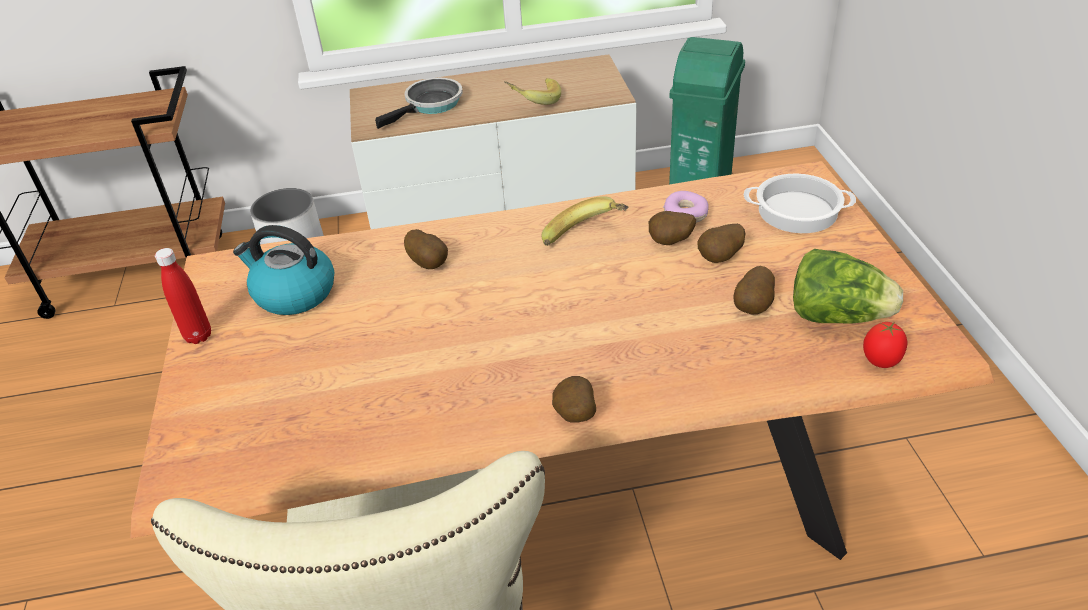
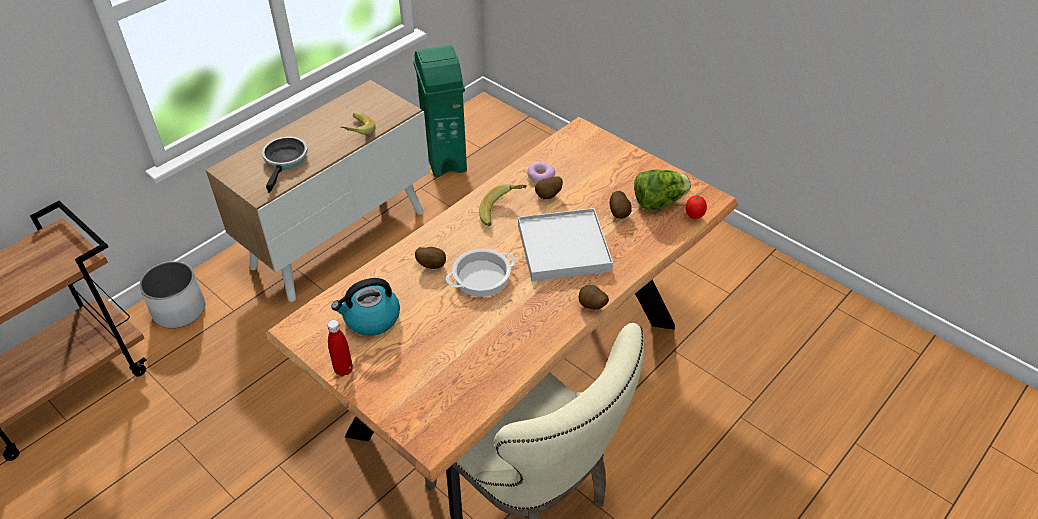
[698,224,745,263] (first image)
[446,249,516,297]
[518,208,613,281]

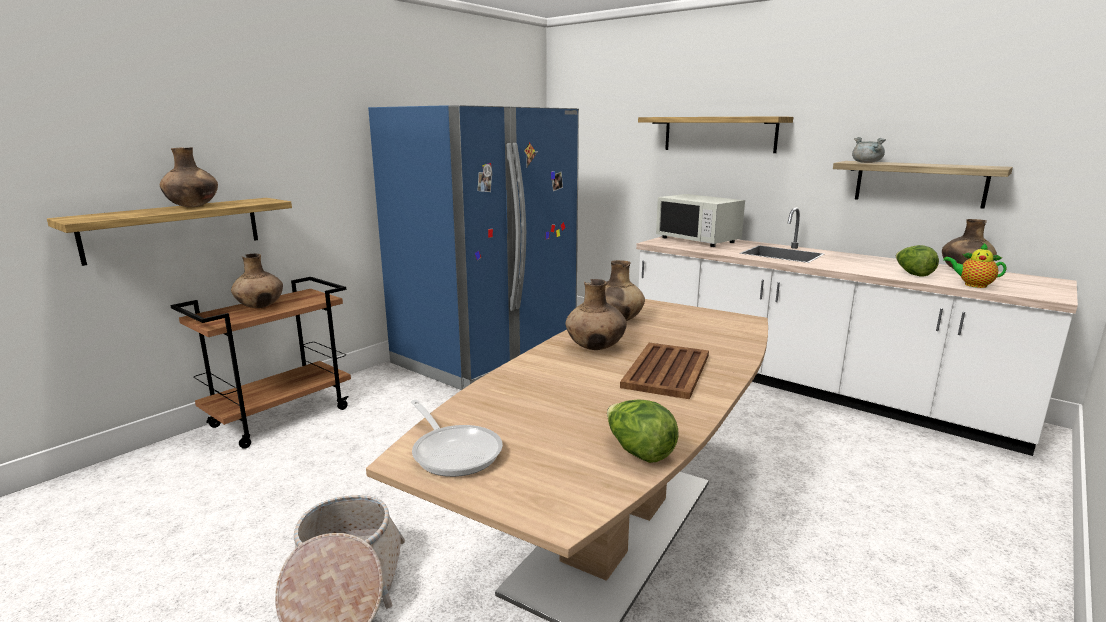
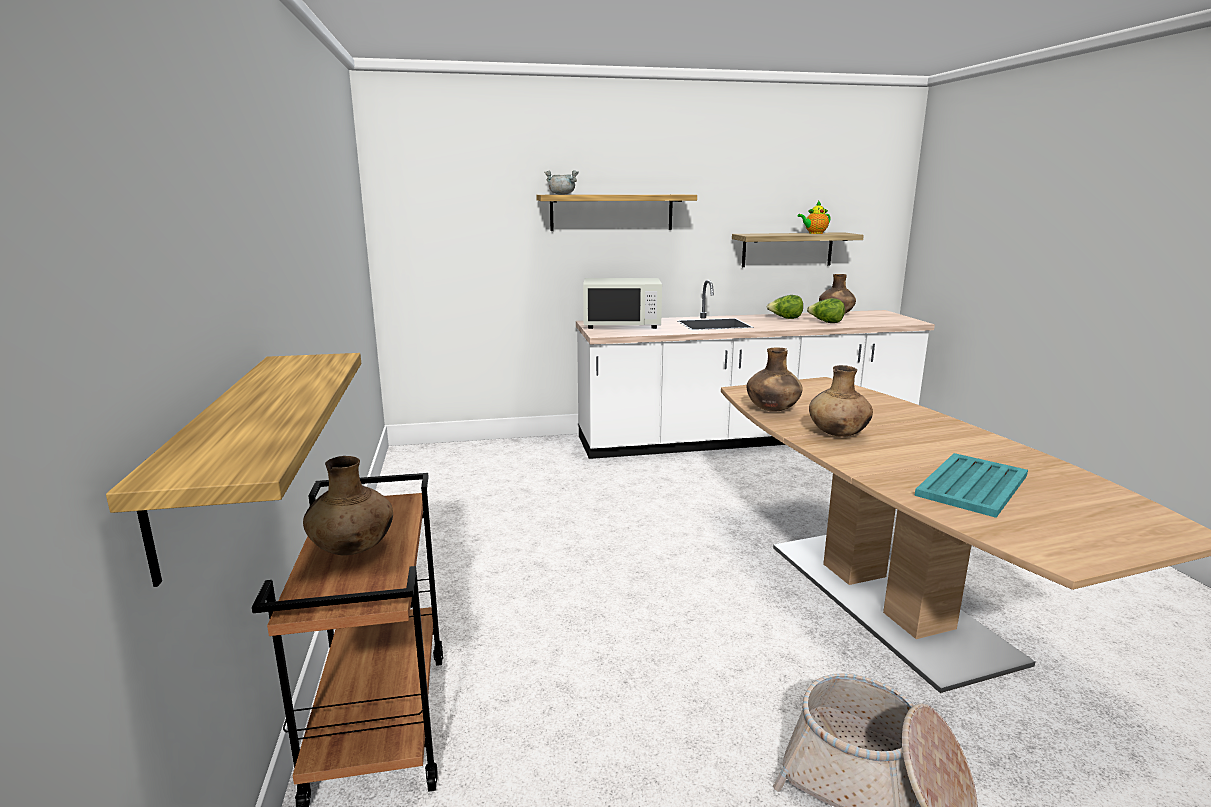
[160,147,218,207] (first image)
[368,105,579,390] (first image)
[411,400,503,477] (first image)
[767,295,803,319]
[620,343,709,399] (first image)
[544,170,579,195]
[797,201,831,234]
[914,453,1028,518]

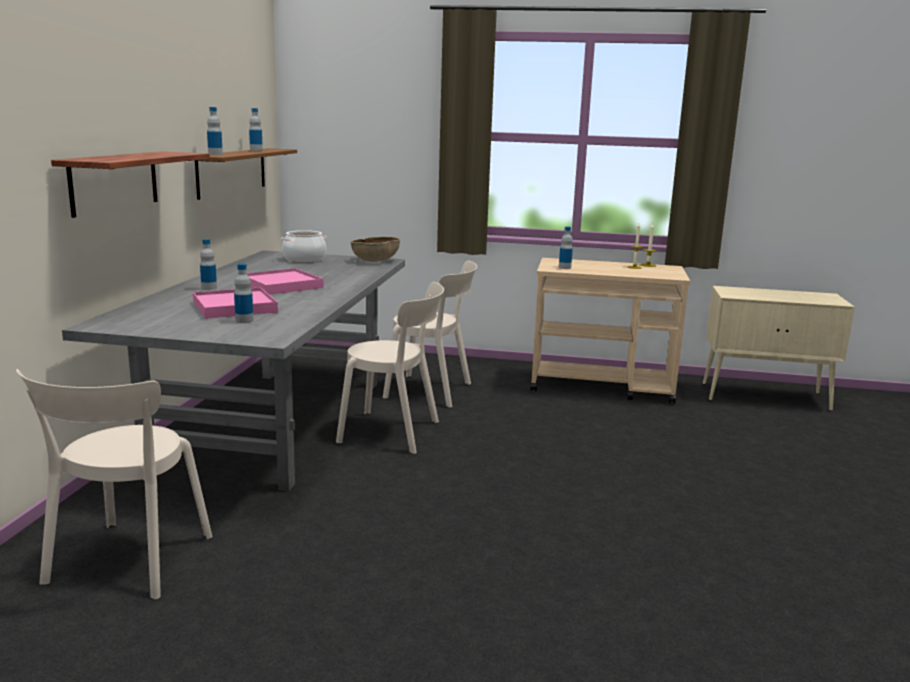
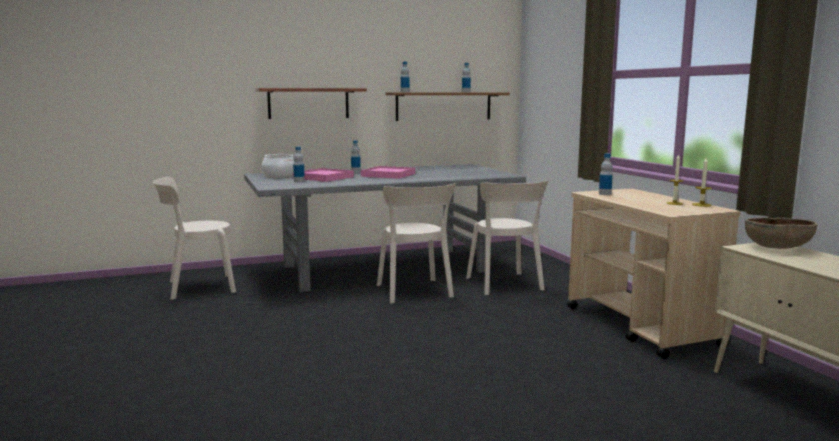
[262,154,294,178]
[745,218,817,249]

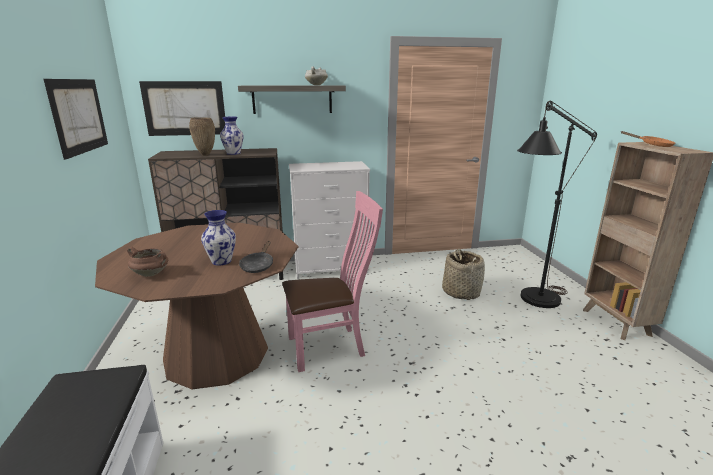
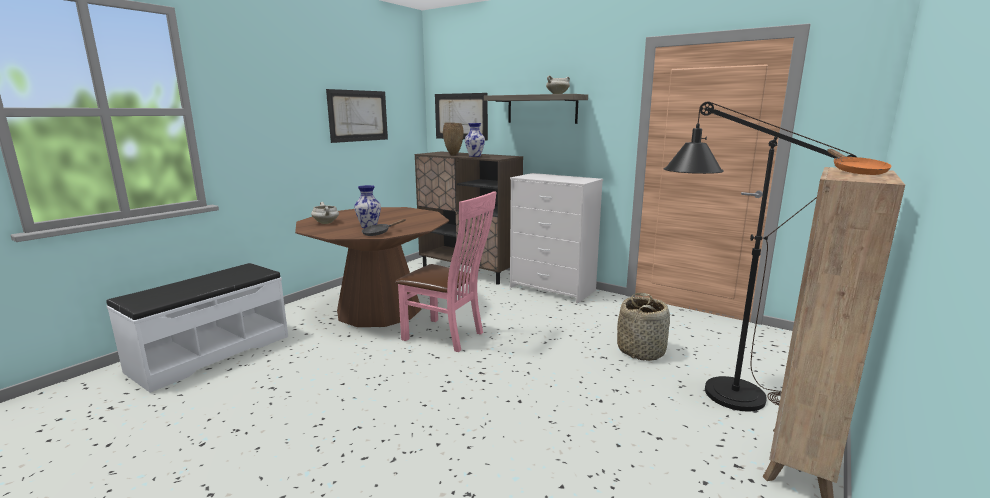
[311,202,339,224]

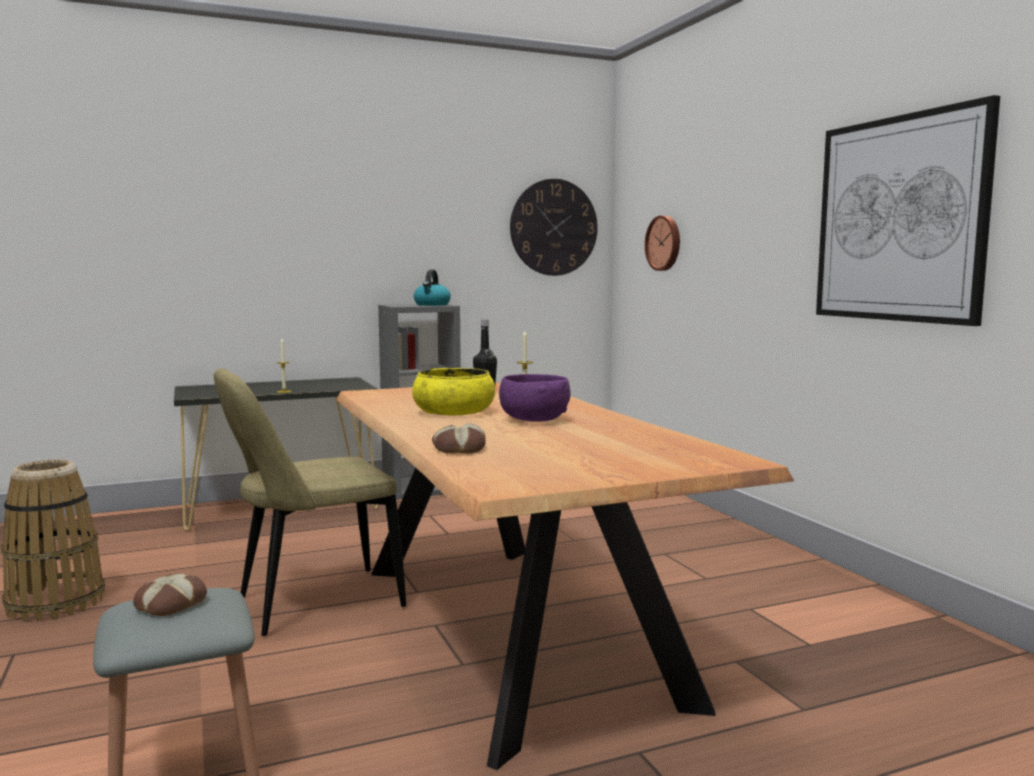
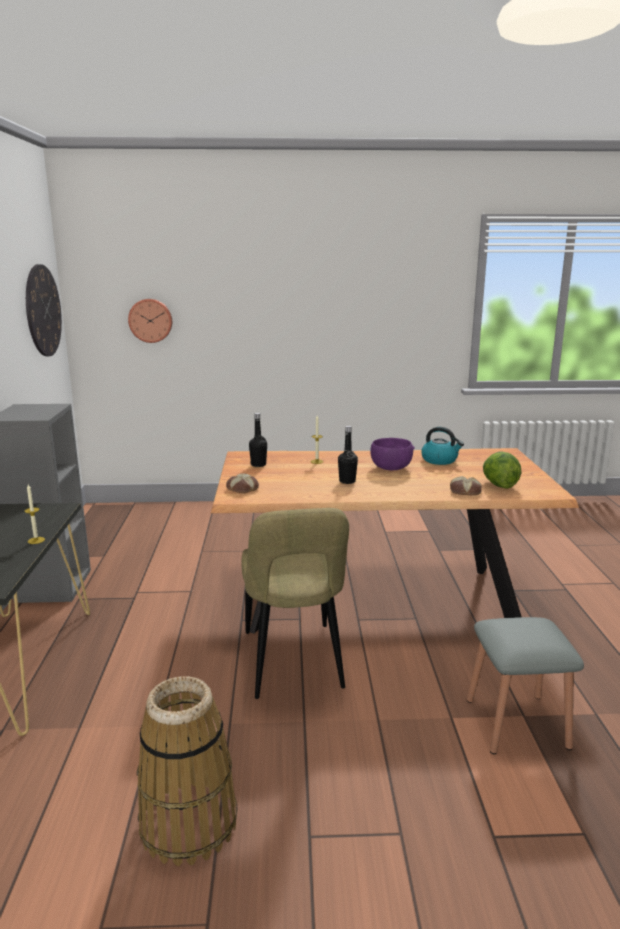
[226,474,259,493]
[338,426,358,484]
[421,427,464,465]
[816,95,1000,326] (first image)
[483,451,521,489]

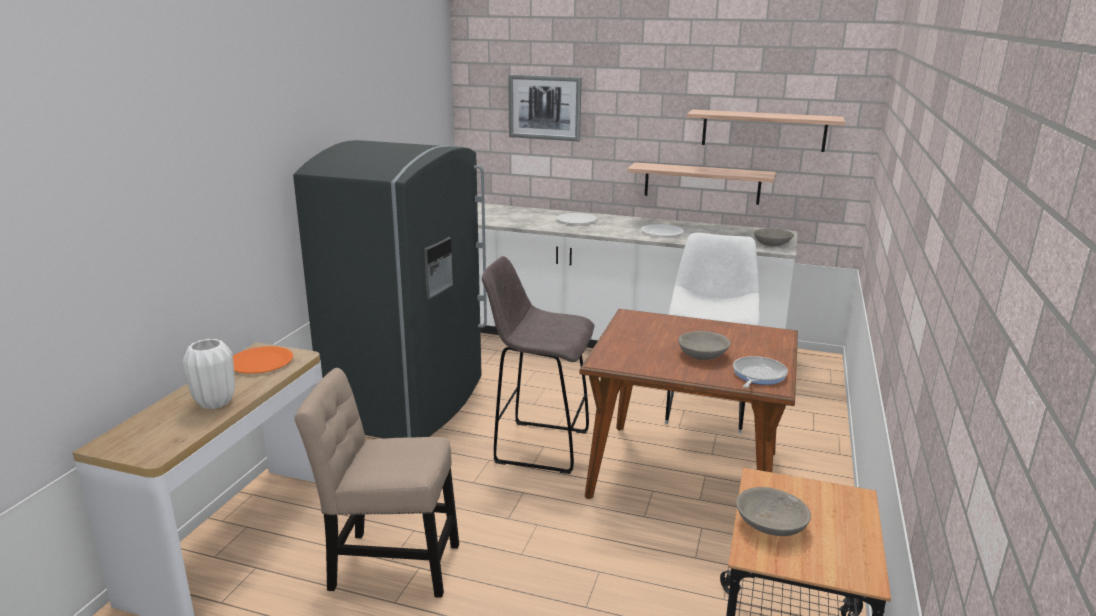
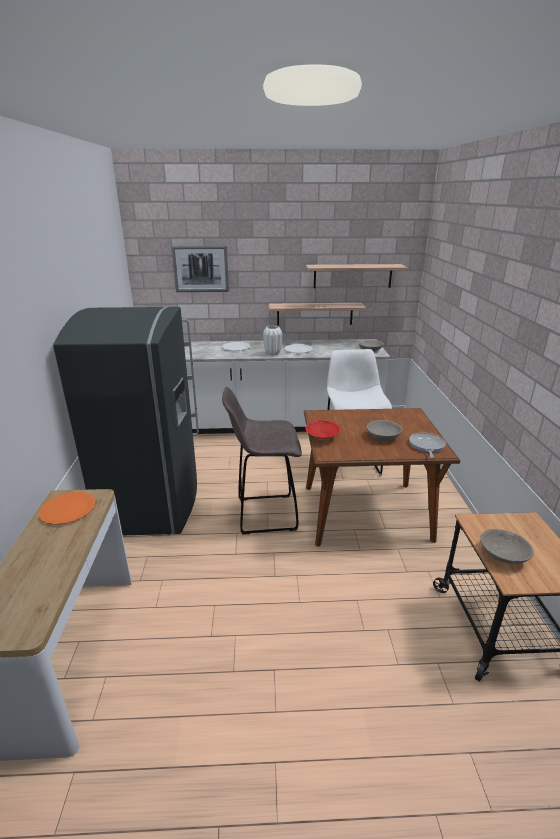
[263,326,282,356]
[294,368,459,598] (first image)
[305,420,341,439]

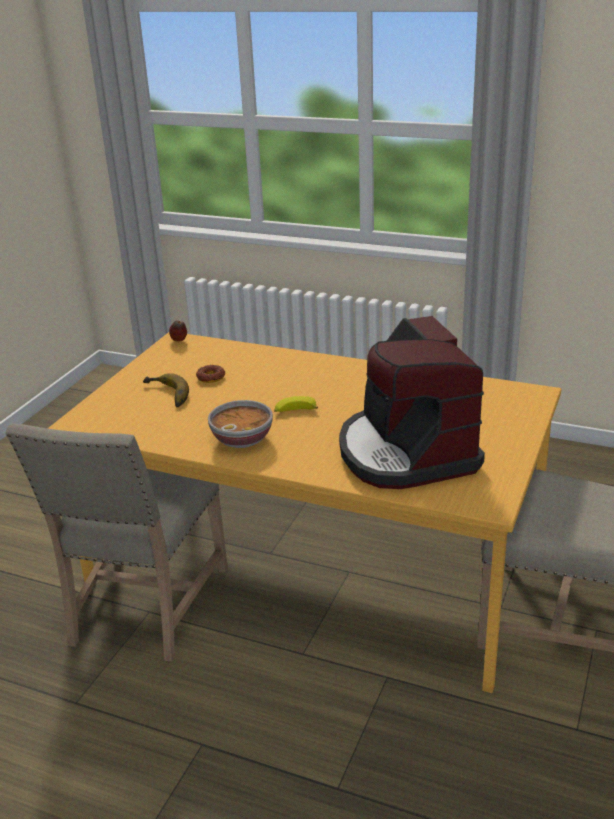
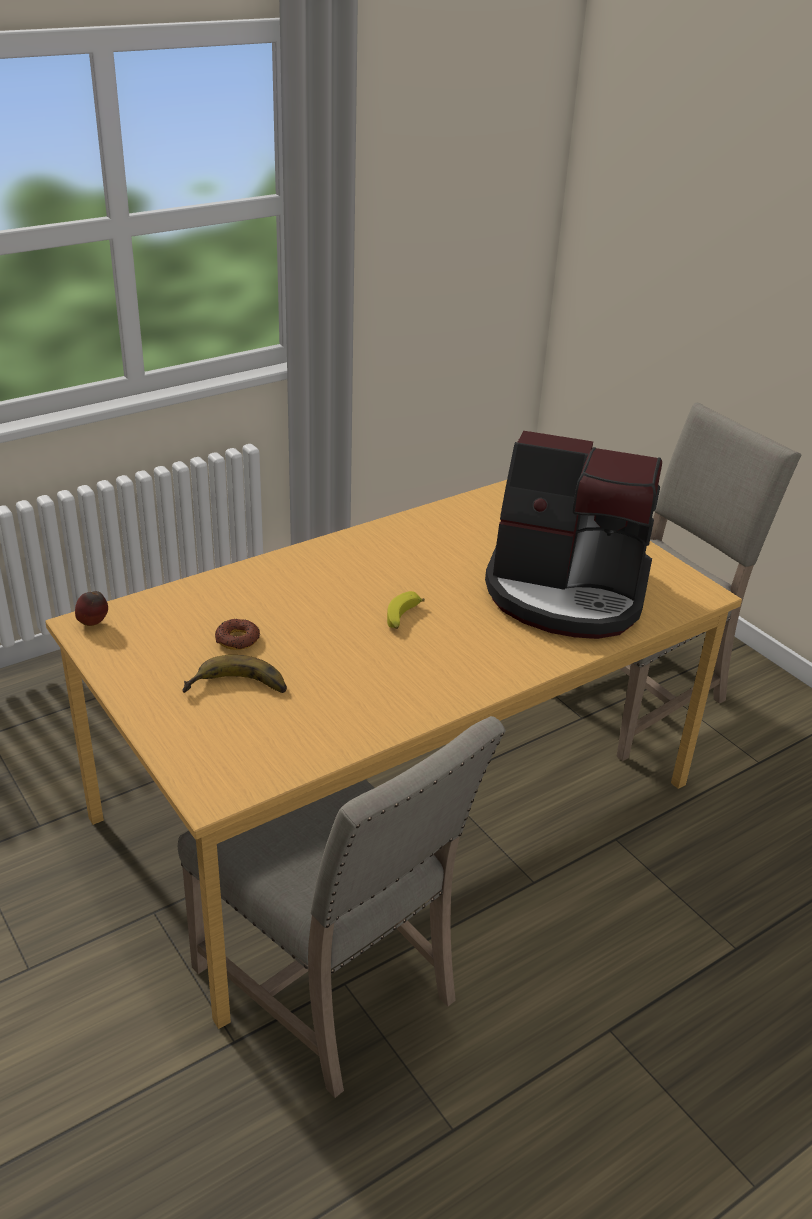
[208,400,273,448] (first image)

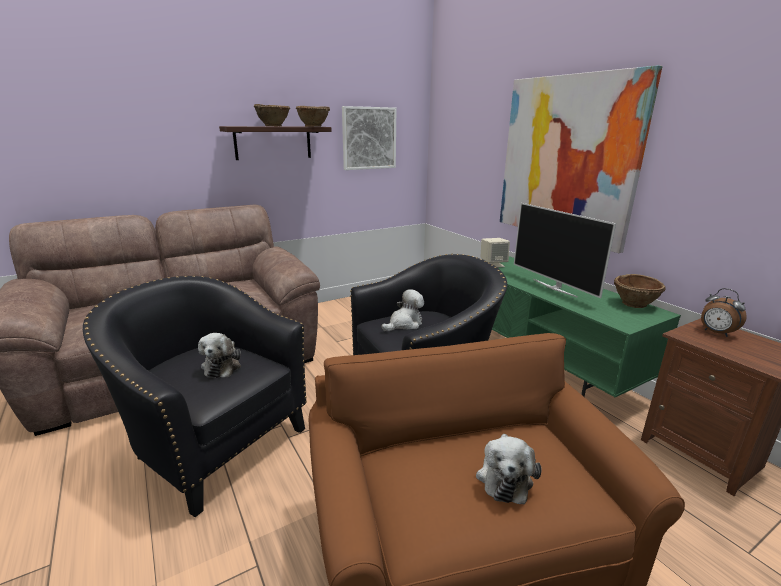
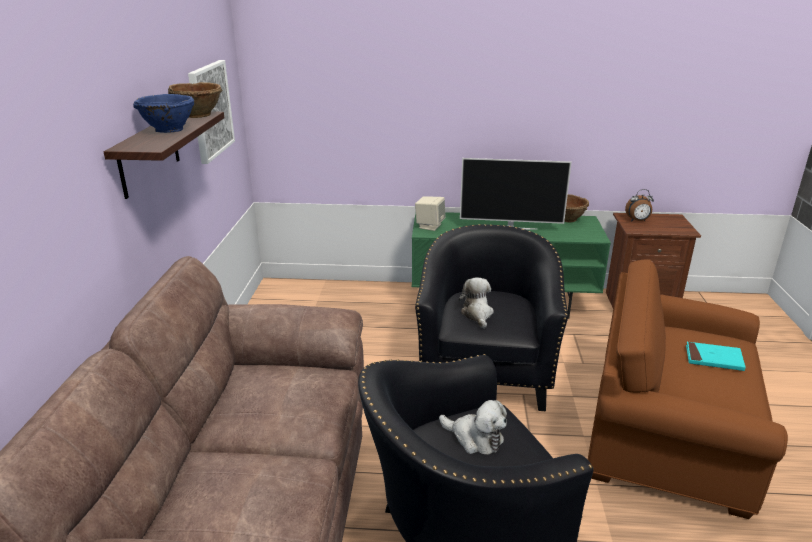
[133,94,194,133]
[686,342,746,371]
[500,65,662,253] (first image)

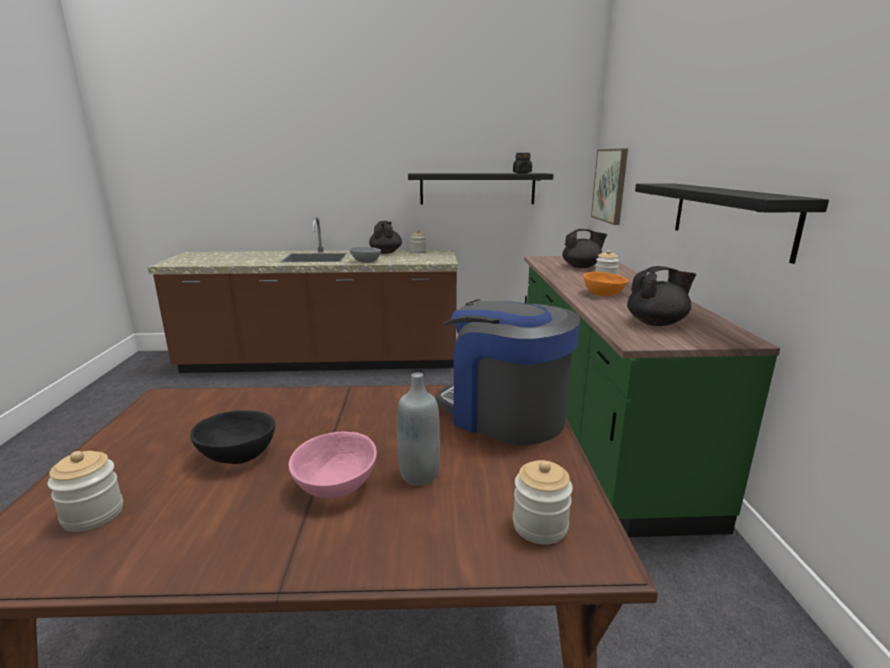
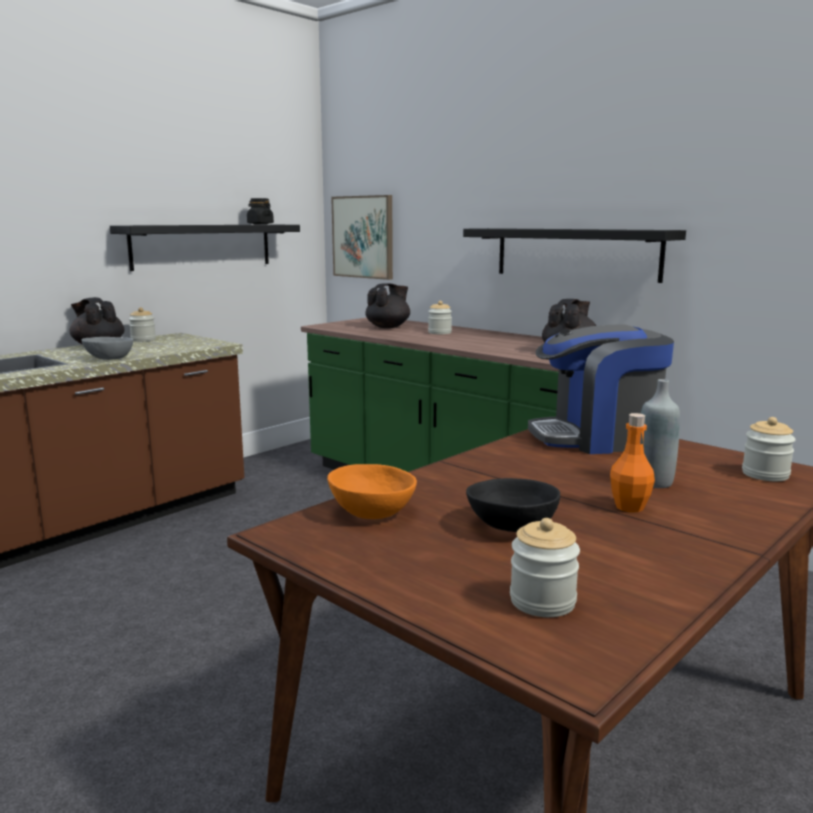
[610,413,655,512]
[327,464,417,519]

